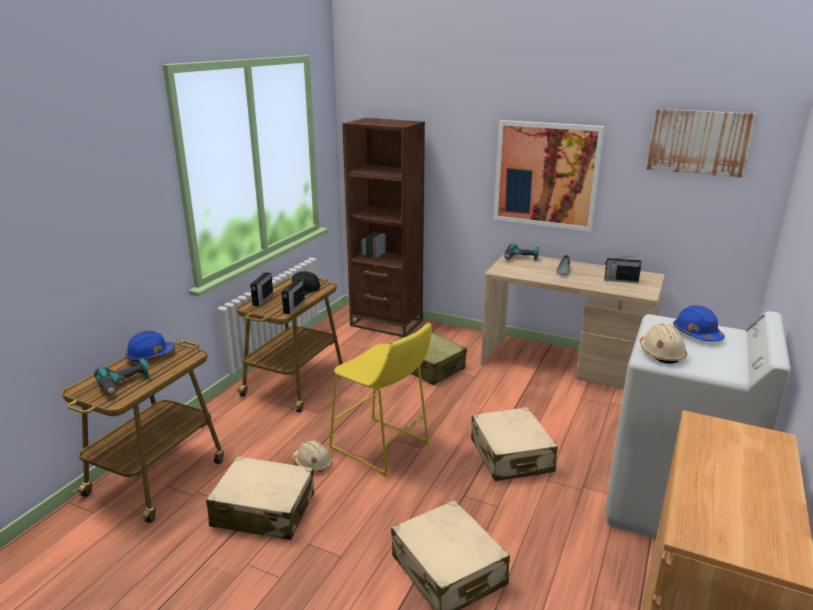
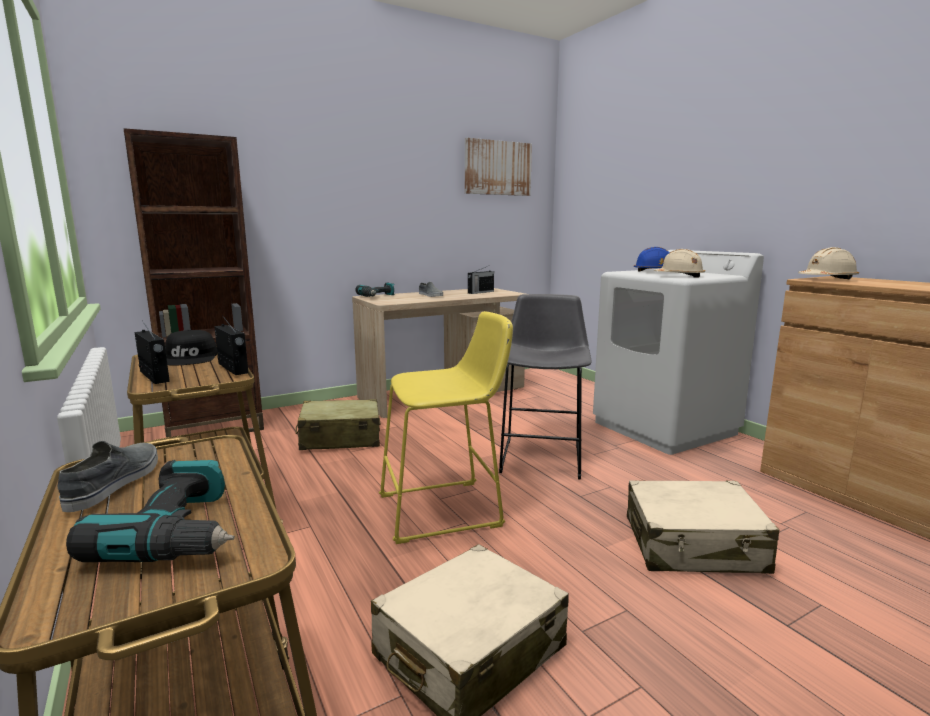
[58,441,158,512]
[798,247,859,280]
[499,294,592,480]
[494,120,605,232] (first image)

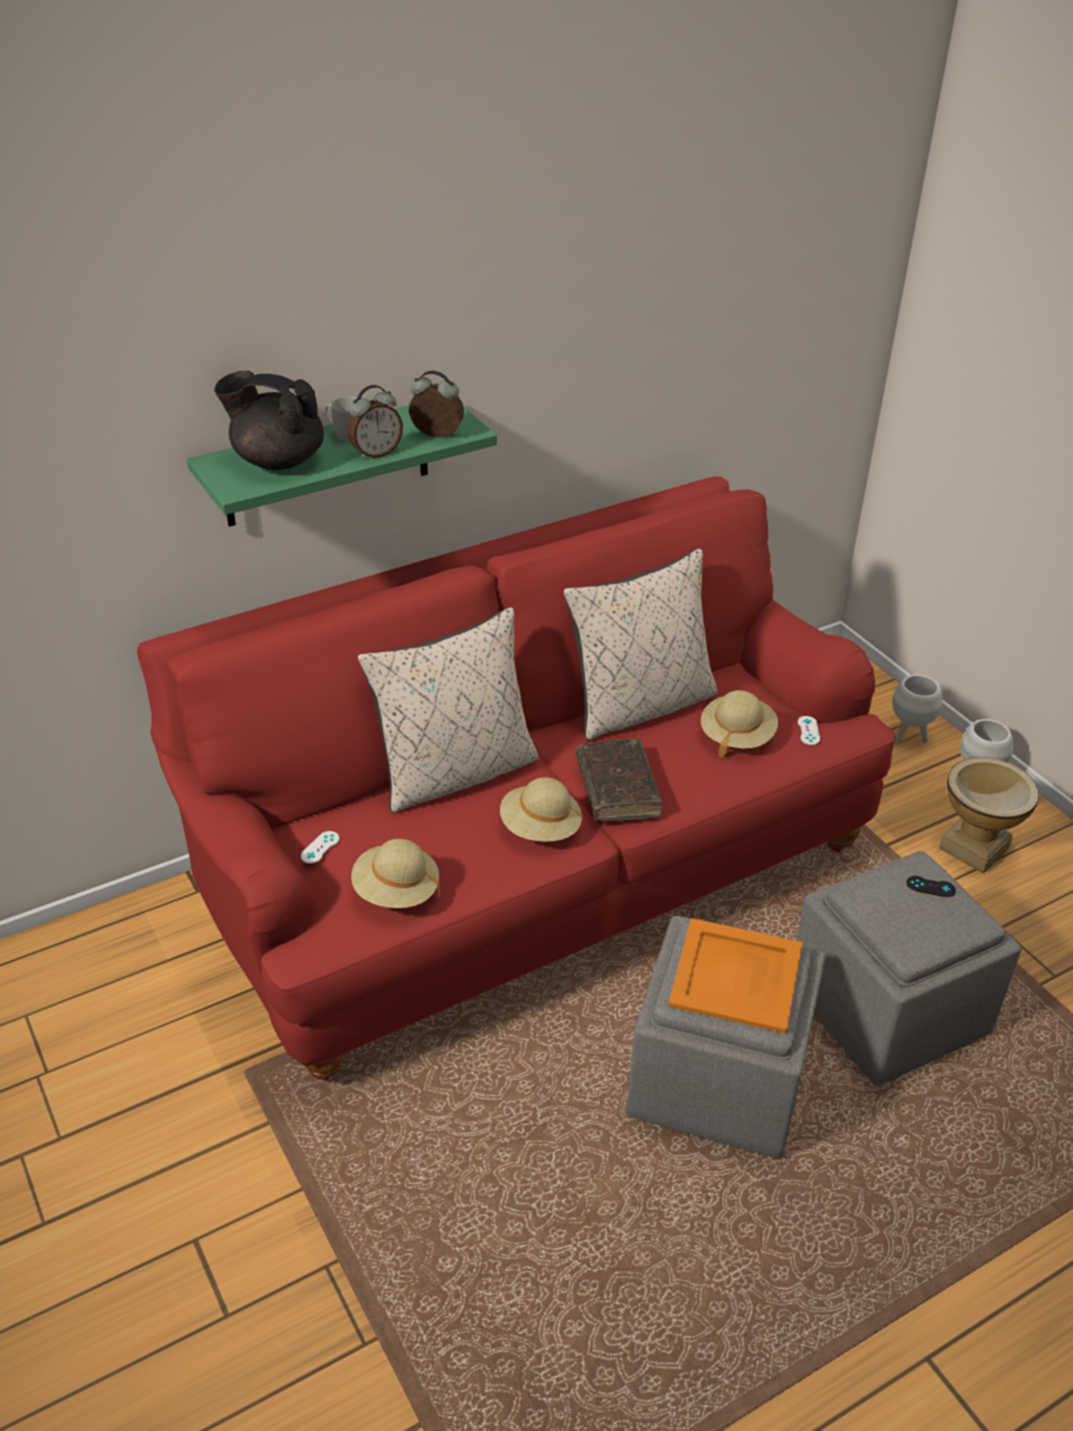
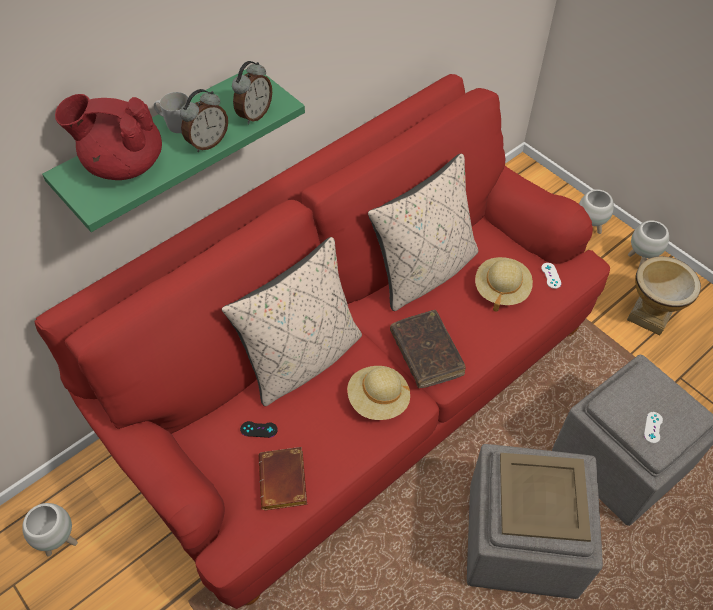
[55,94,162,180]
[644,412,663,443]
[259,447,307,510]
[232,61,272,124]
[500,453,591,542]
[240,421,278,438]
[22,503,78,557]

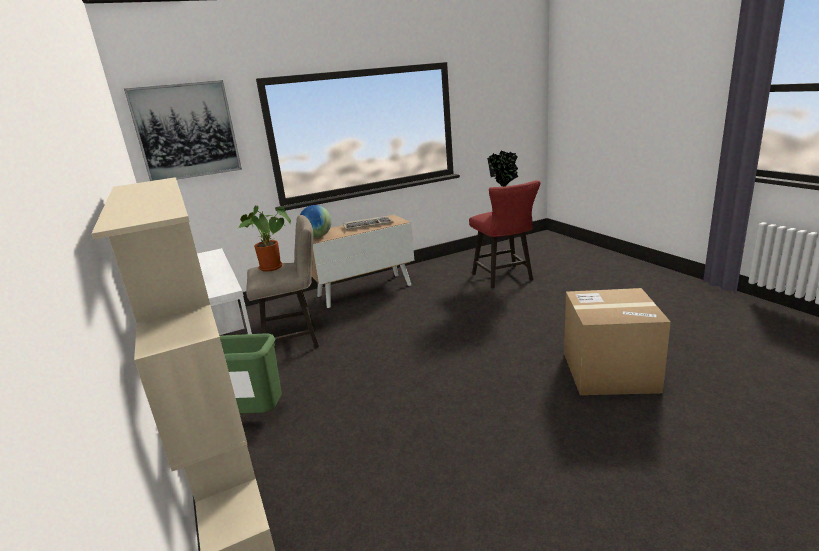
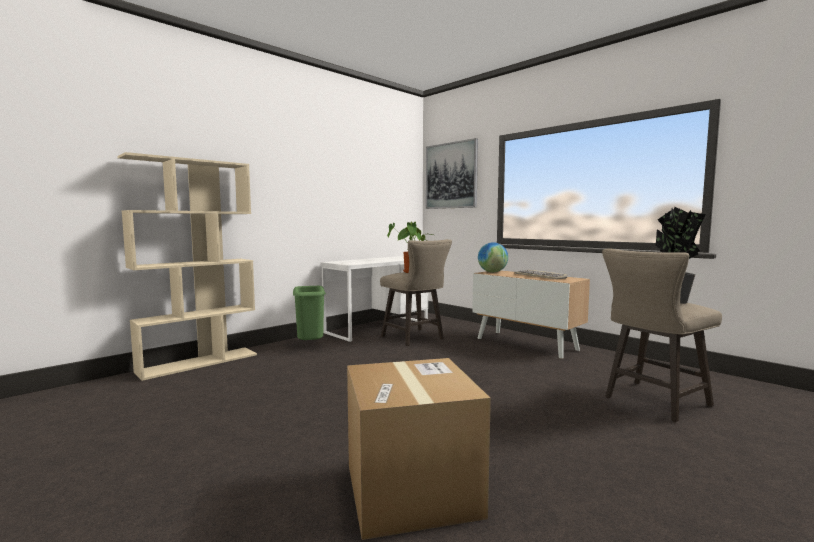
[602,248,722,422]

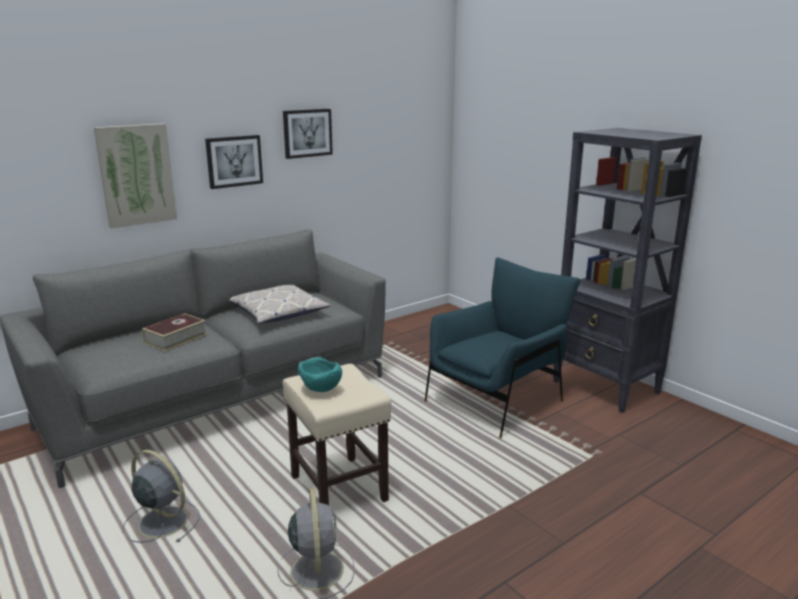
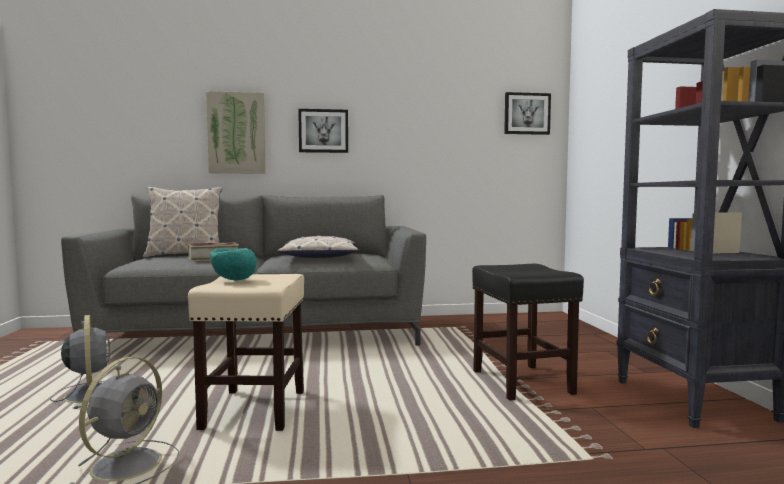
[504,92,551,135]
[472,264,584,401]
[143,187,223,258]

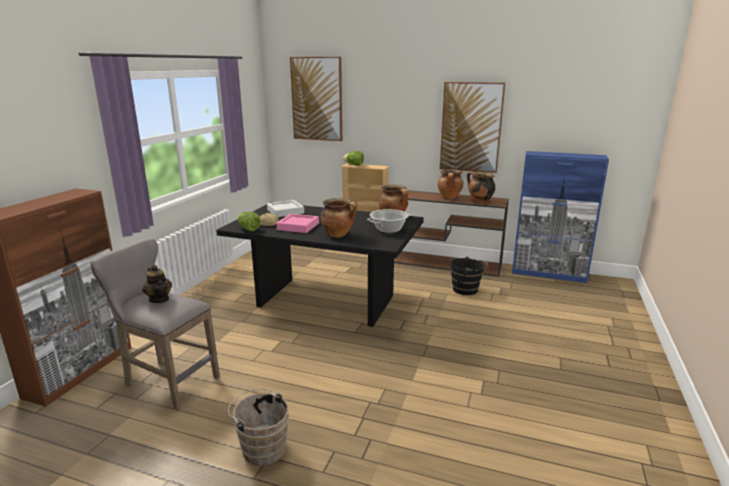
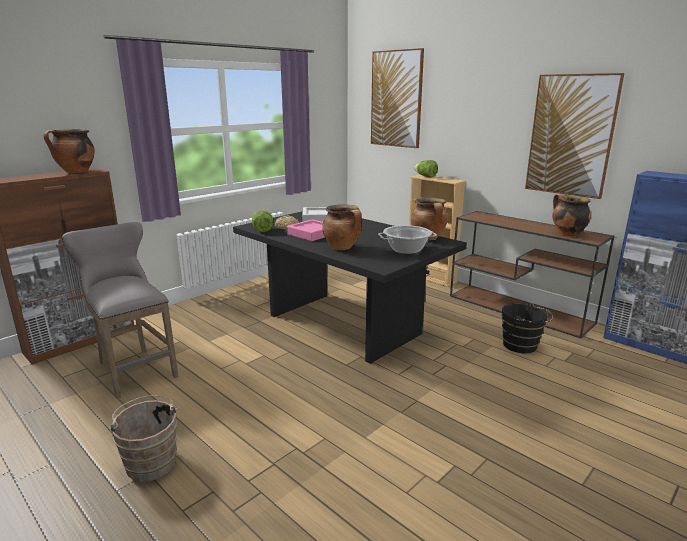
[142,265,172,303] (first image)
[44,129,95,173]

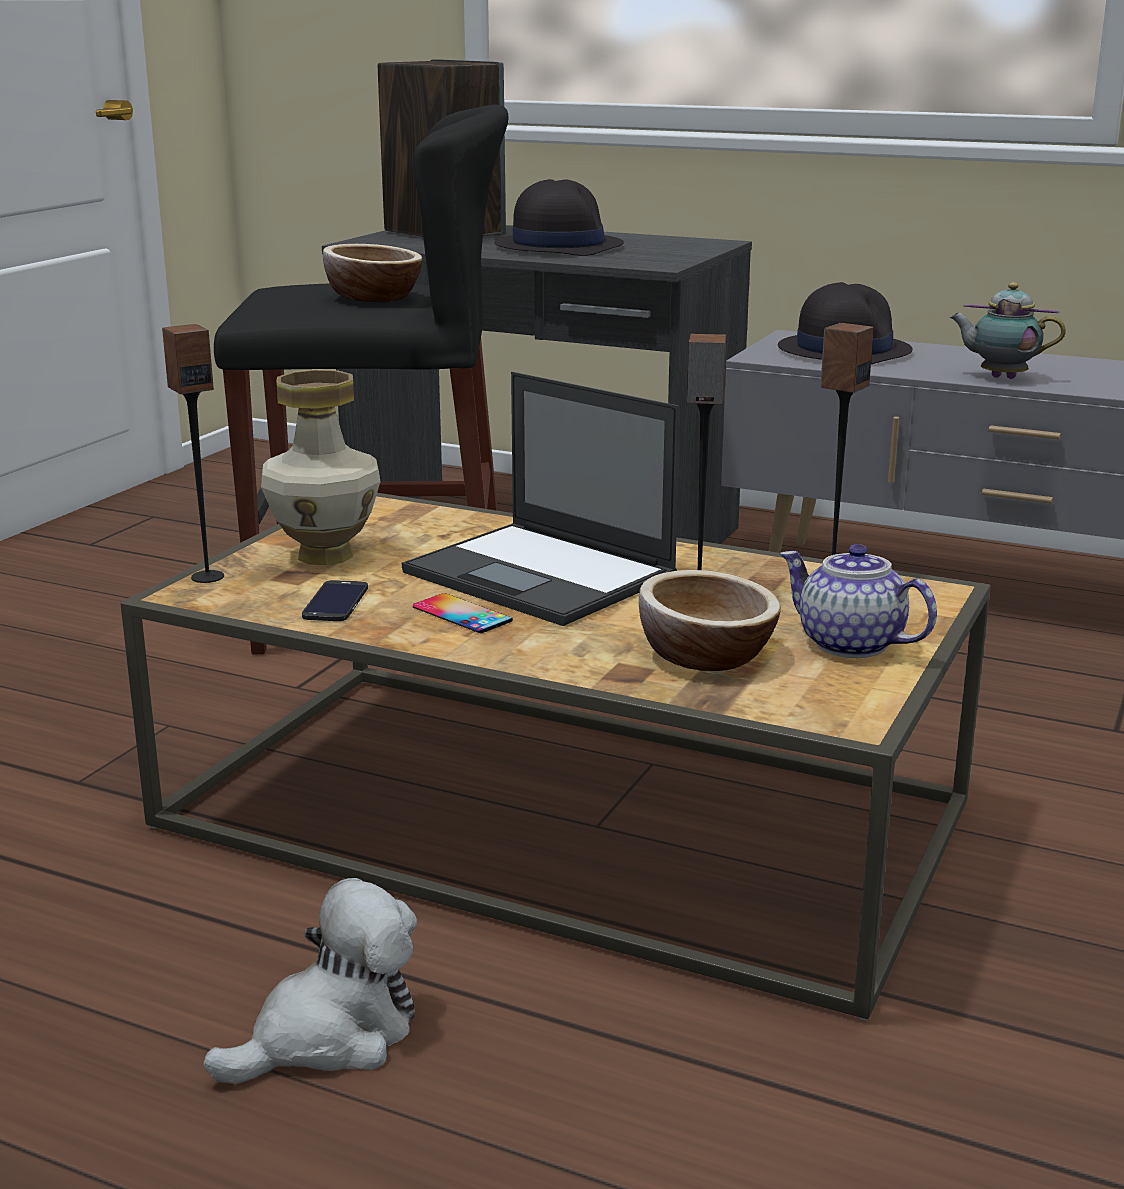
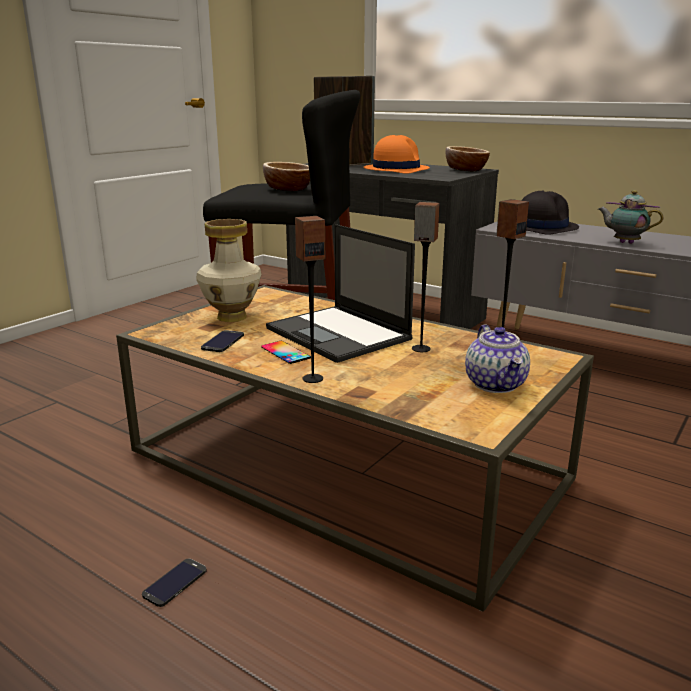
[295,216,325,383]
[142,559,207,607]
[364,135,430,174]
[446,146,490,171]
[465,324,530,393]

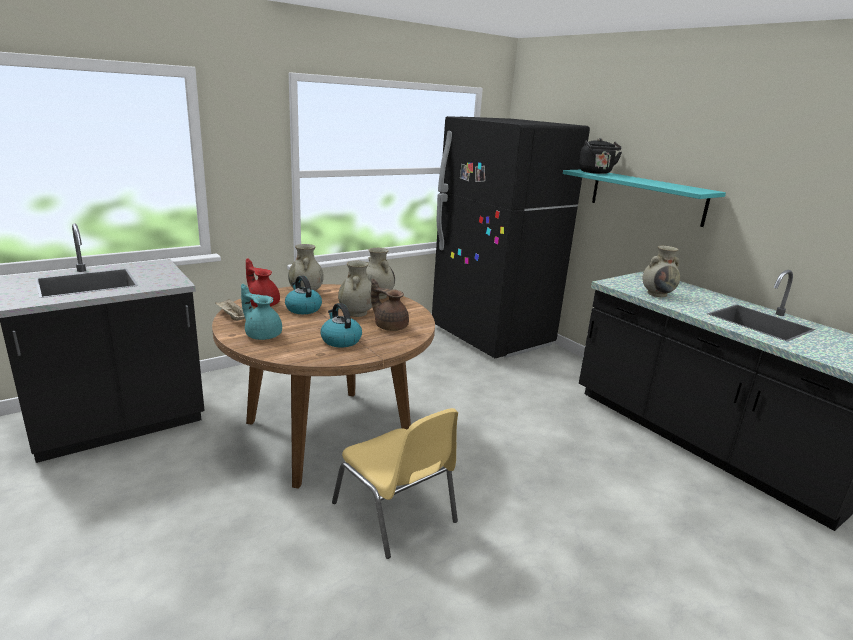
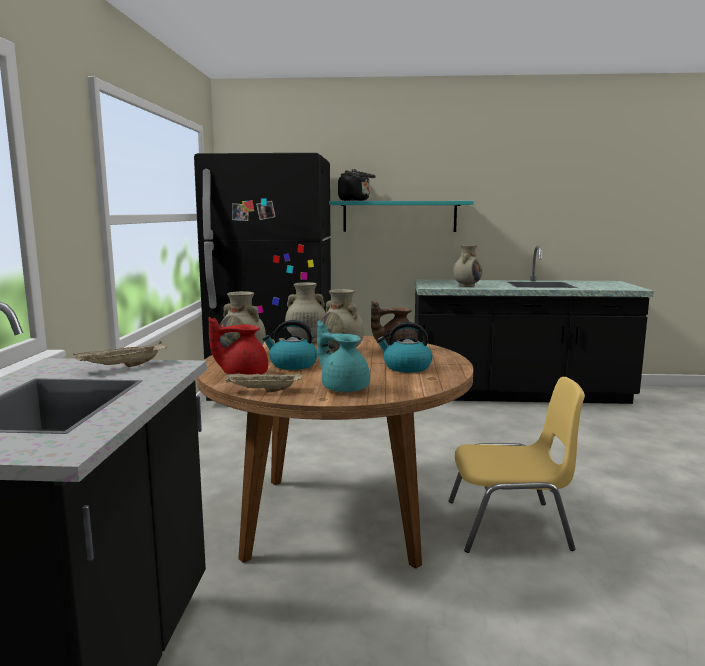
[317,320,370,392]
[73,341,167,367]

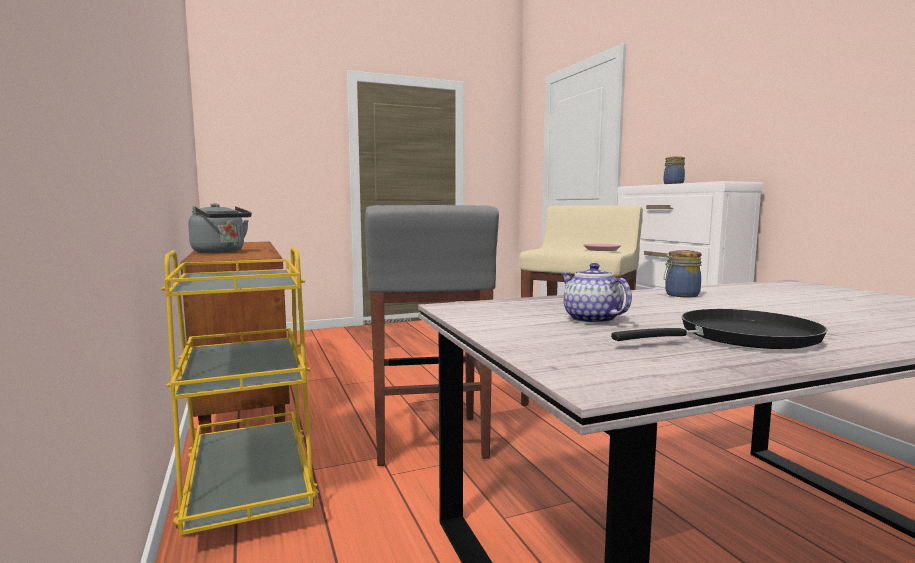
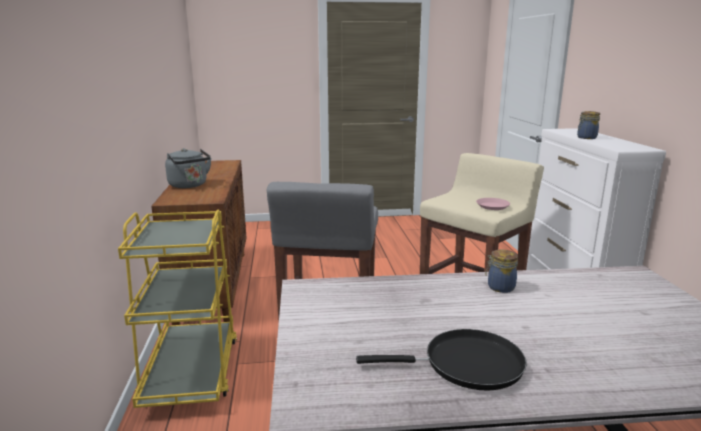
[561,263,632,324] (first image)

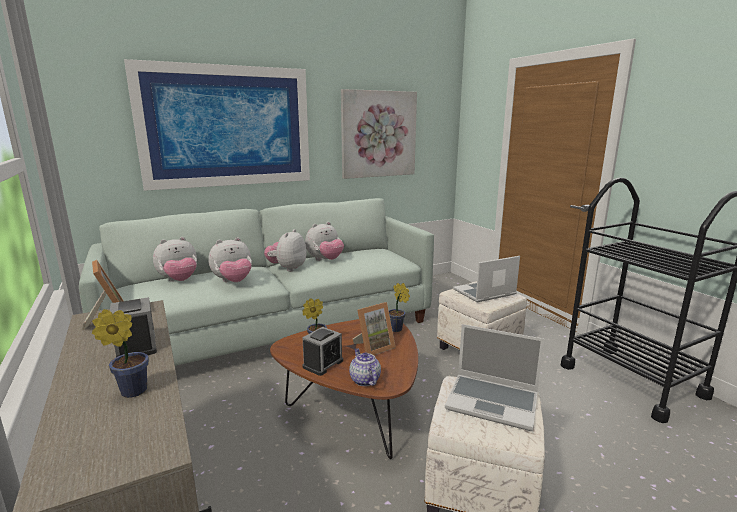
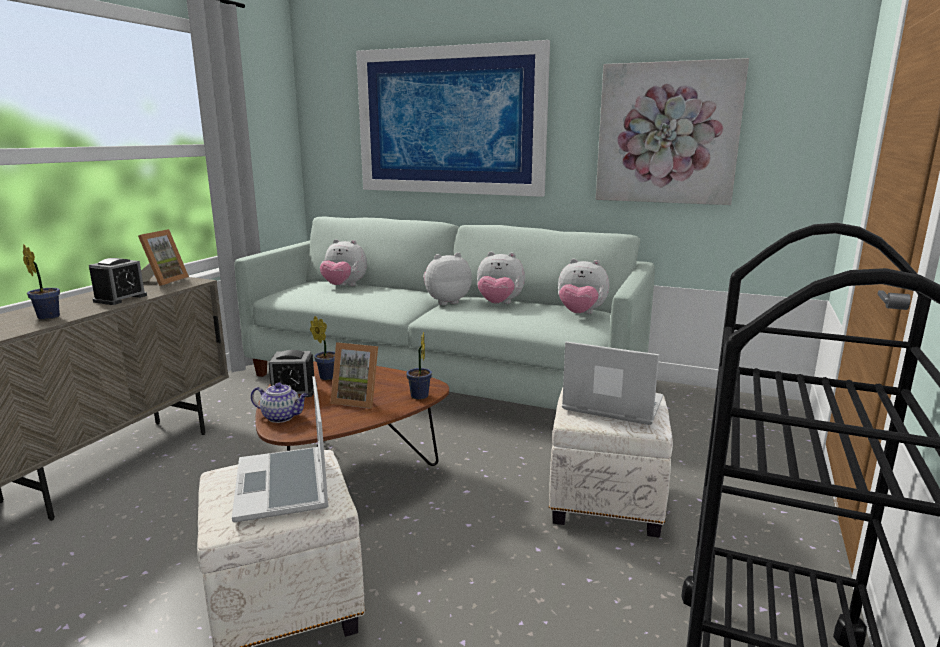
[558,259,609,314]
[251,382,308,423]

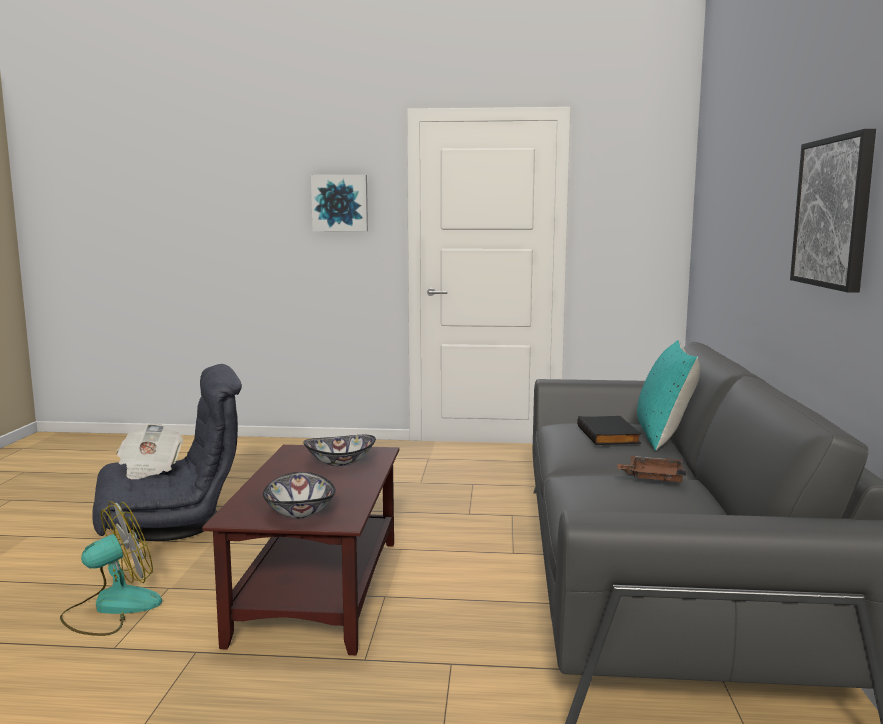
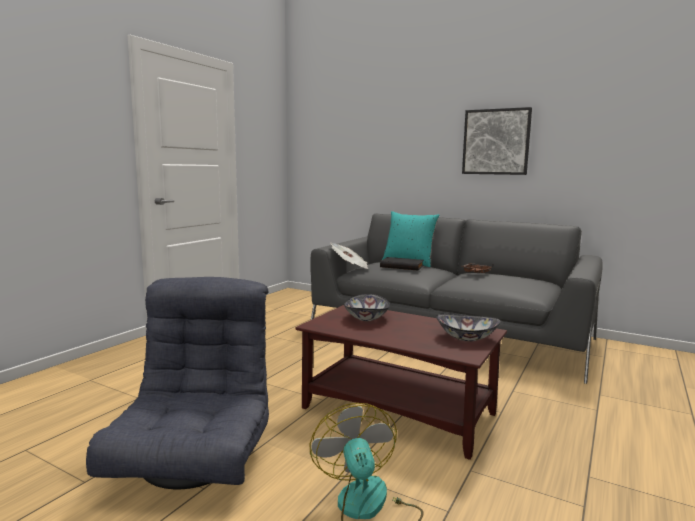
[330,243,368,269]
[311,175,368,231] (first image)

